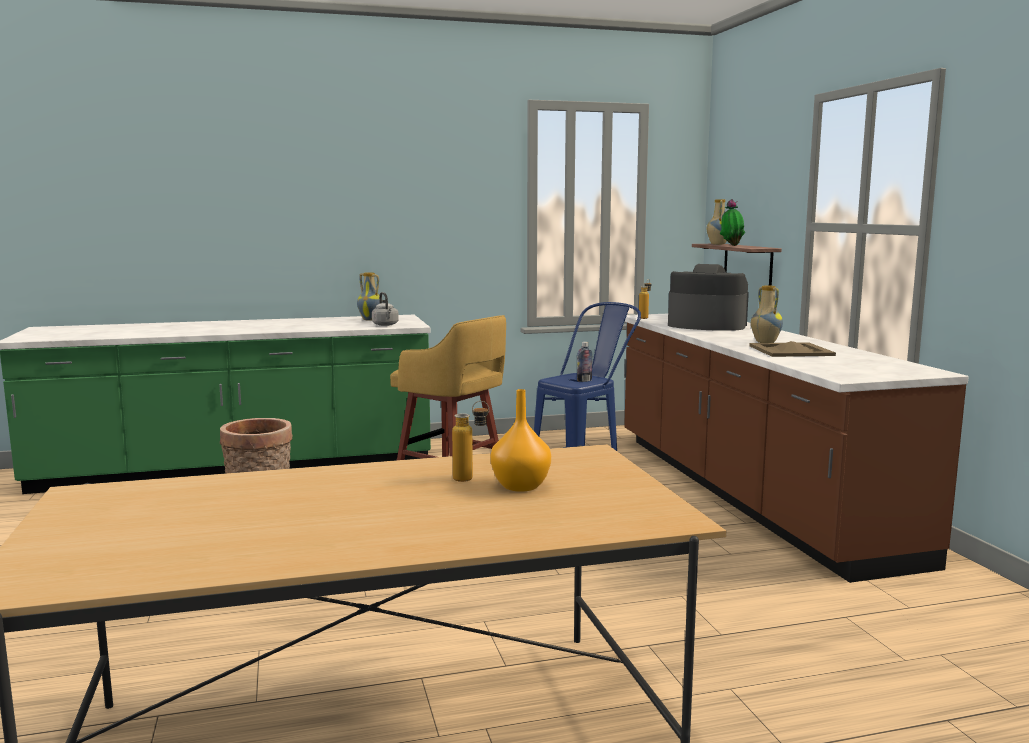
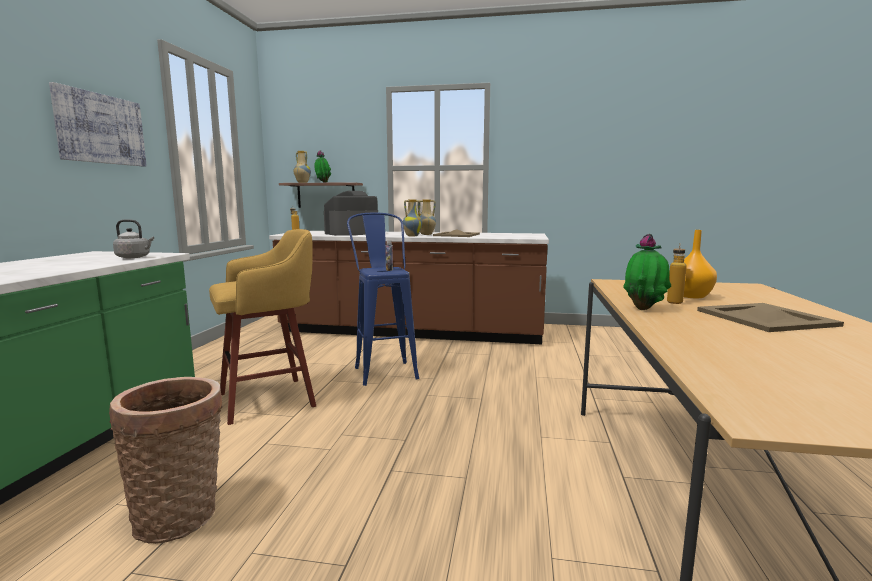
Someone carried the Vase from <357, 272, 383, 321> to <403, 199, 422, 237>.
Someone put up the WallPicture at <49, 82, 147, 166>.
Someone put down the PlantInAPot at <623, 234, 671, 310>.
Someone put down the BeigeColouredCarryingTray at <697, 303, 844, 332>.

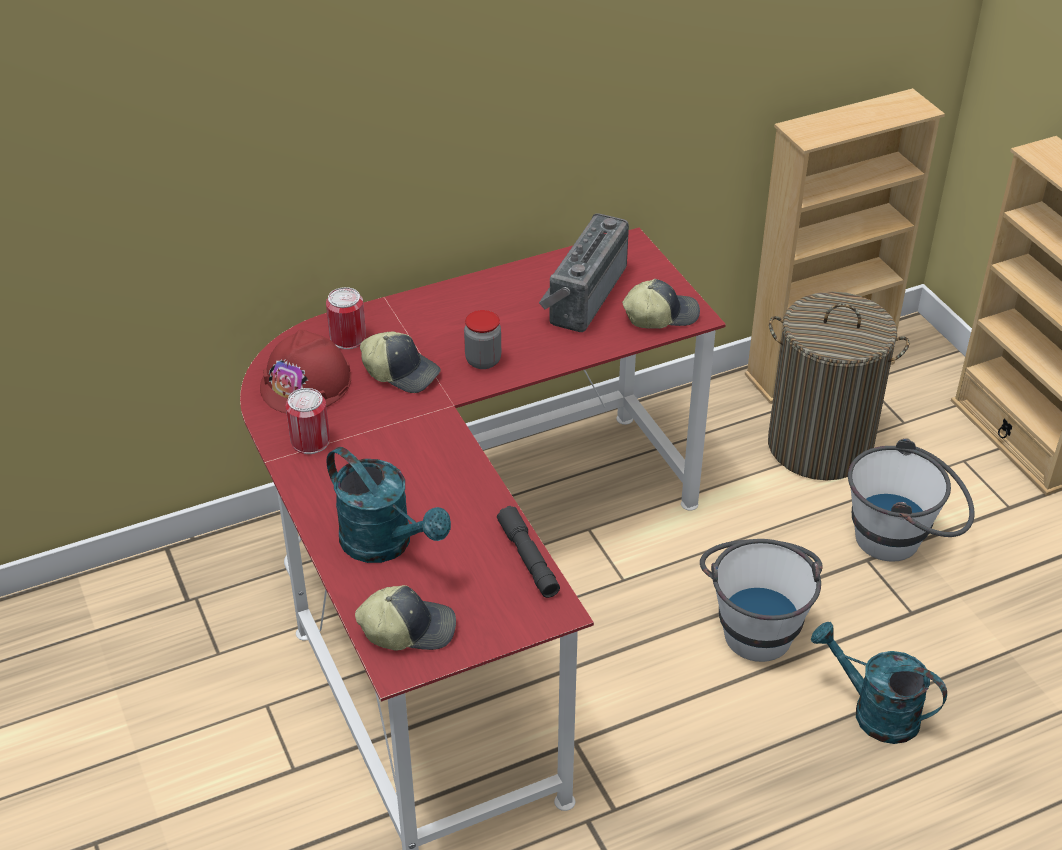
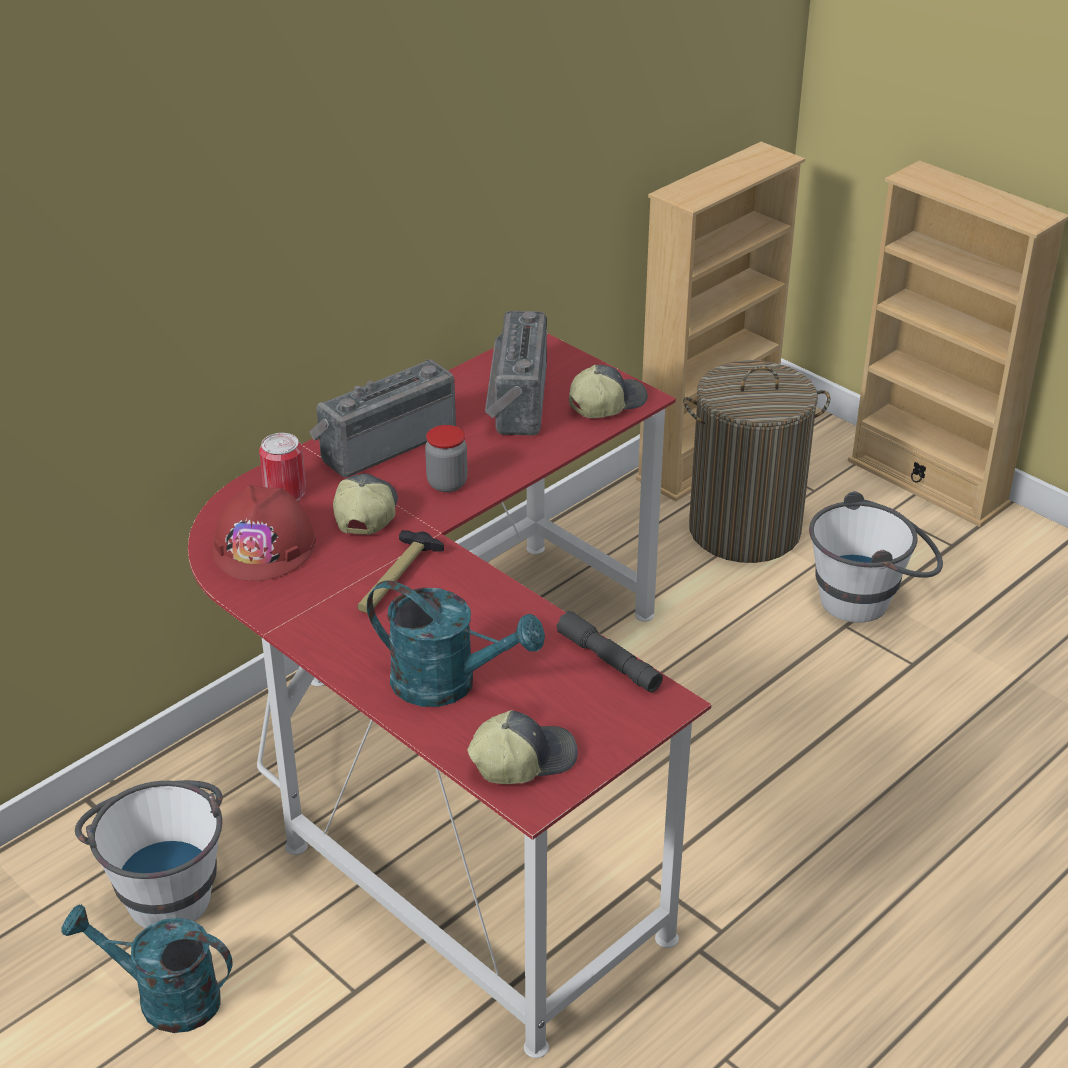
Someone rotated the PeakedCap at <360, 331, 441, 393> by 90 degrees counterclockwise.
Someone took away the SealedCan at <286, 388, 330, 454>.
Someone carried the WhiteColouredBucket from <700, 539, 823, 662> to <75, 780, 222, 928>.
Someone carried the BlueGreenWateringCan from <811, 622, 947, 744> to <61, 904, 232, 1033>.
Someone put down the Radio at <309, 359, 456, 477>.
Someone put down the HandHammer at <357, 530, 444, 613>.

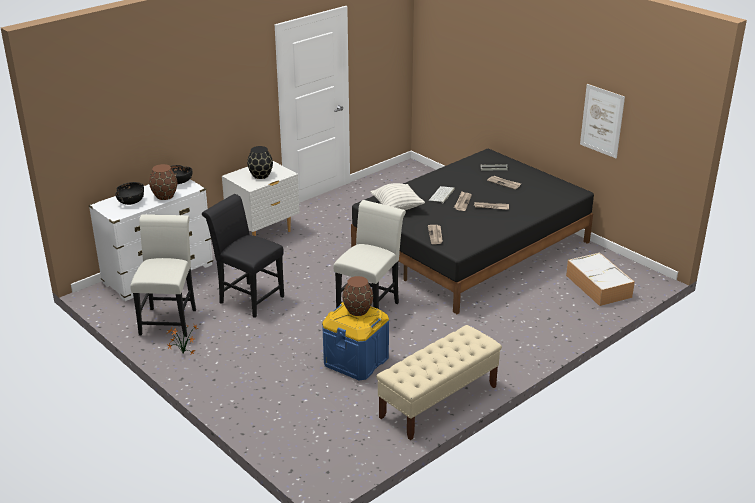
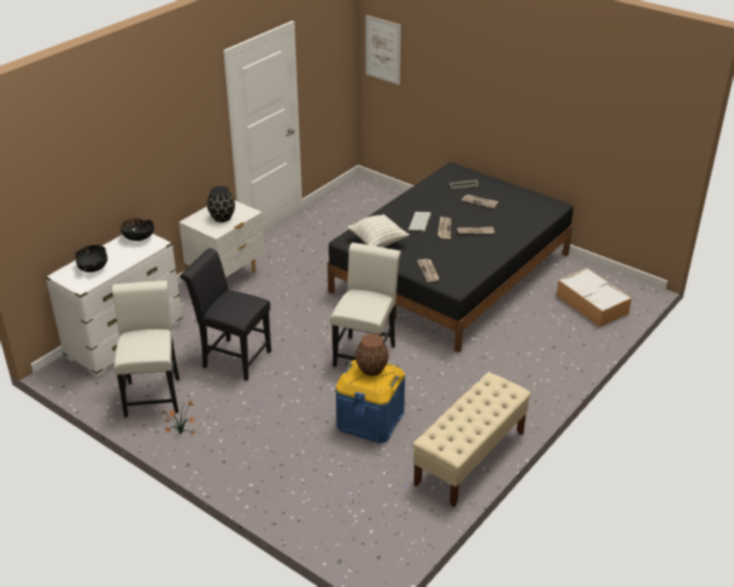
Someone carried the WallPicture from <580, 84, 625, 158> to <366, 15, 401, 85>.
Someone took away the BrownColouredVase at <149, 164, 177, 200>.

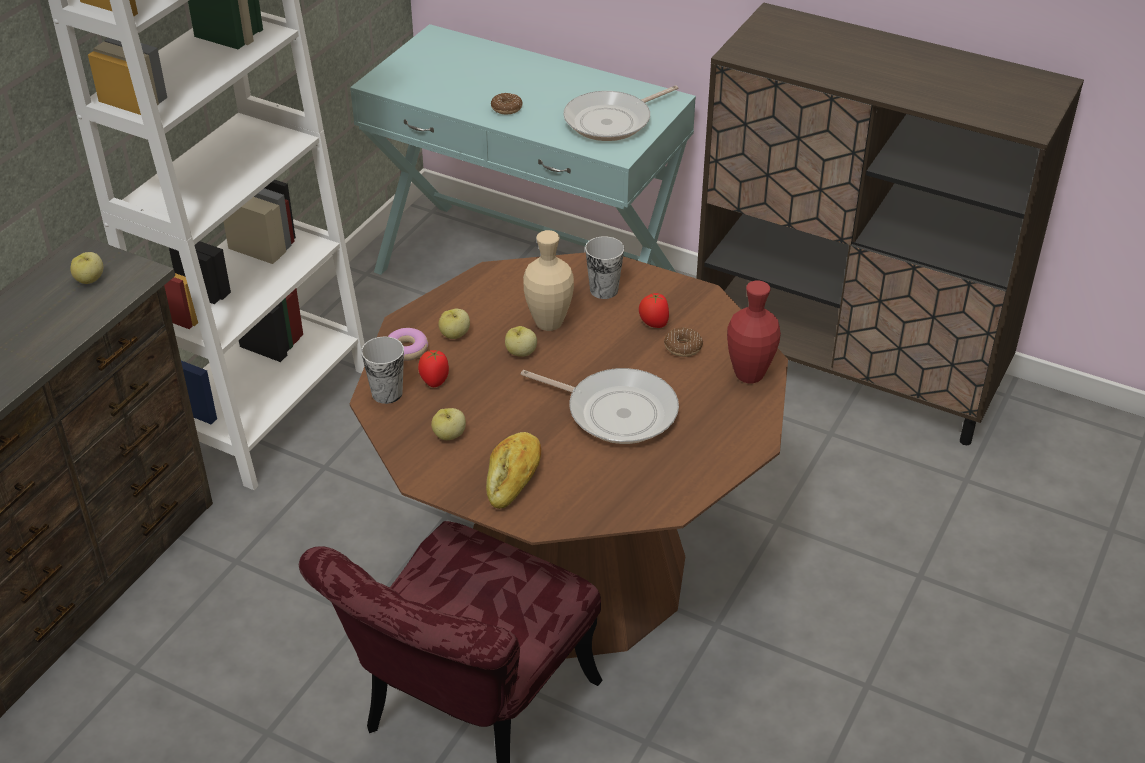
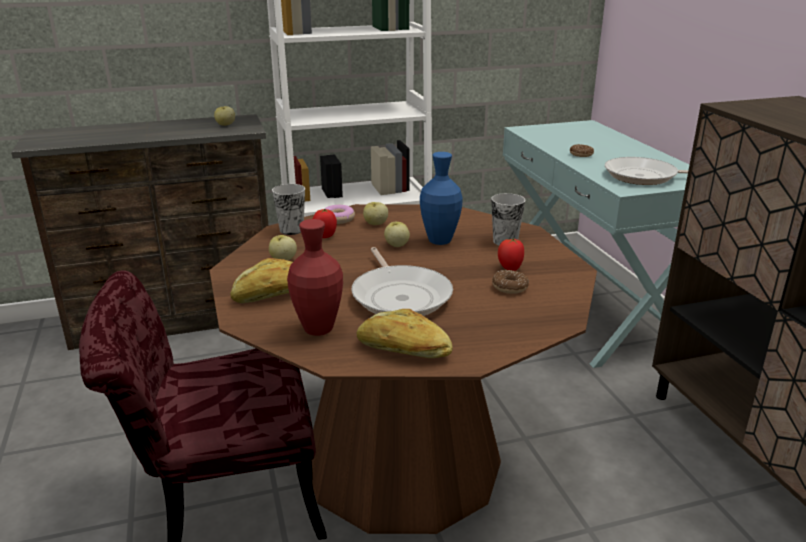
Someone repainted the BeigeColouredVase at <523, 230, 574, 331>, which became the BlueColouredVase at <420, 152, 463, 245>.
Someone carried the RedColouredVase from <727, 281, 781, 383> to <287, 219, 343, 336>.
Someone put down the BakeryBread at <356, 309, 453, 358>.

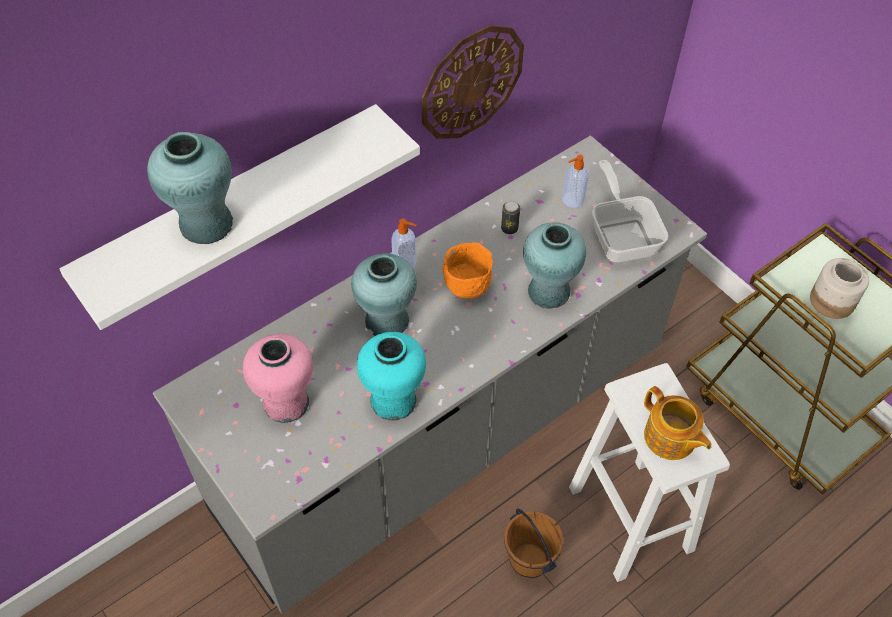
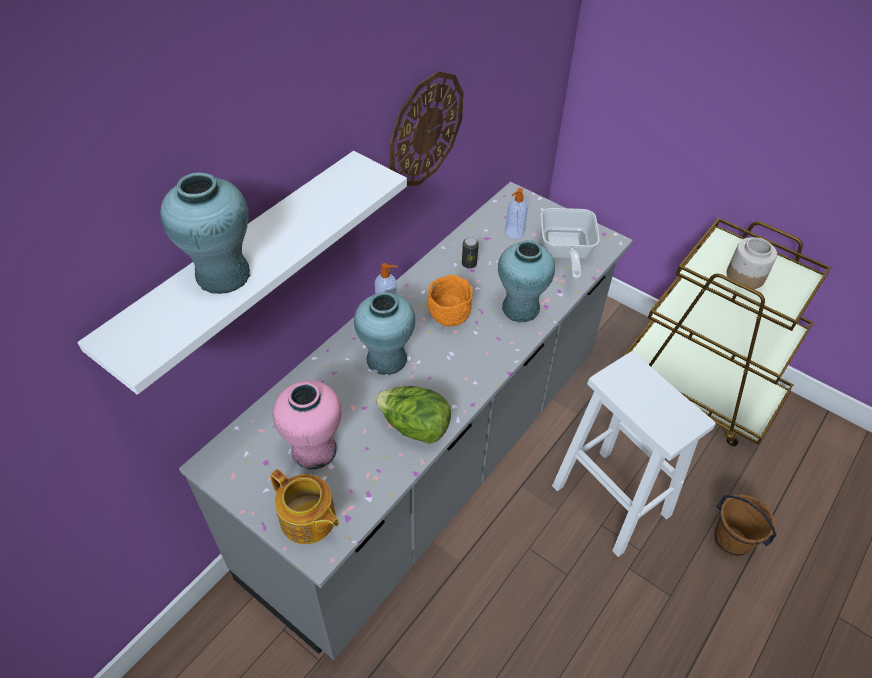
Someone rotated the Pan at <592, 160, 668, 262> by 150 degrees counterclockwise.
Someone swapped the BlueGreenVase at <357, 332, 426, 421> for the LettuceHead at <375, 386, 451, 444>.
Someone carried the PotForTea from <644, 386, 712, 460> to <270, 469, 339, 544>.
Someone carried the BrownColouredBucket from <504, 508, 563, 579> to <715, 494, 777, 557>.

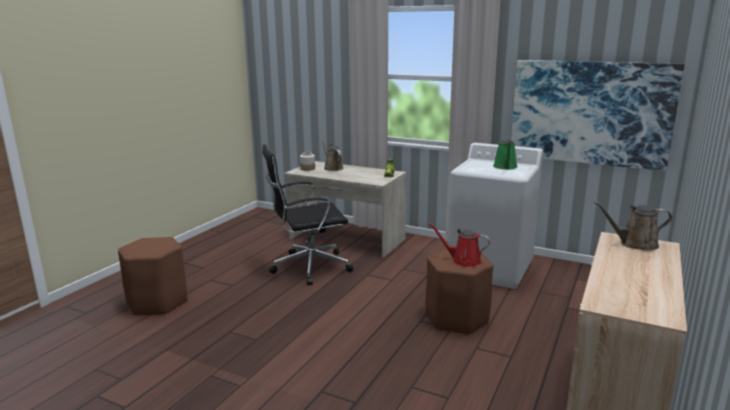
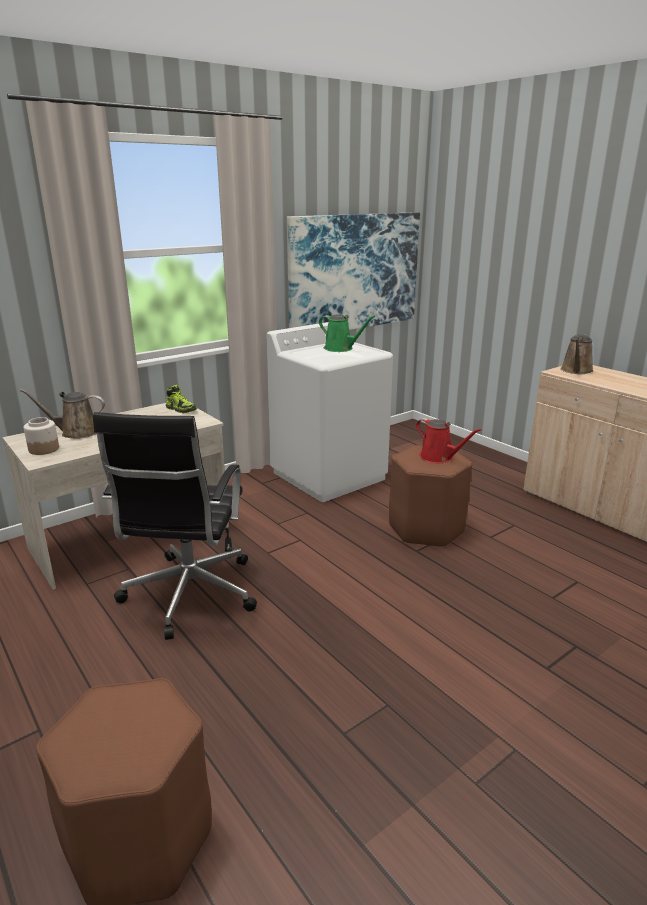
Someone rotated the RedColouredWateringCan at <429, 223, 490, 267> by 90 degrees counterclockwise.

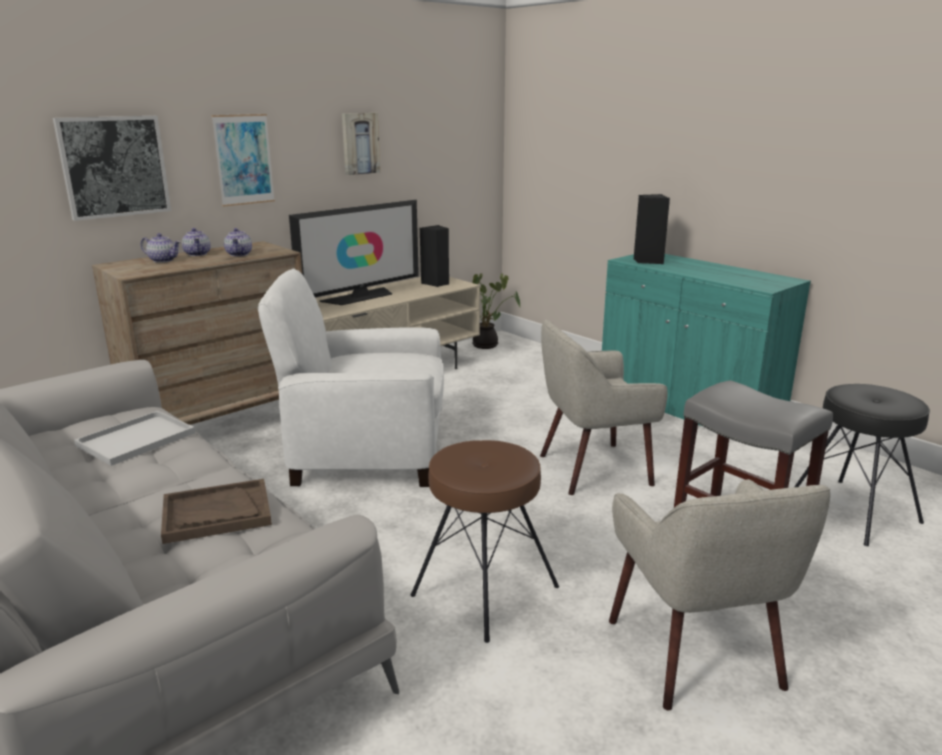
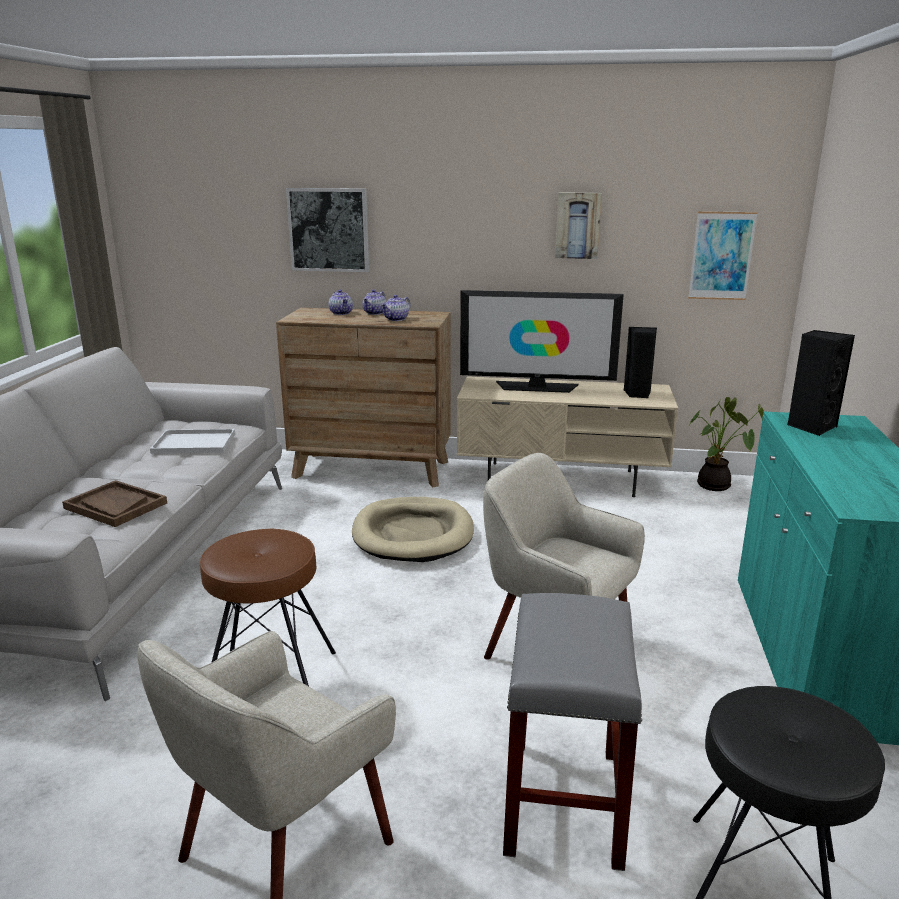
Someone carried the WallPicture from <212, 114, 275, 207> to <688, 211, 758, 300>.
Someone swapped the WhiteColouredEasyChair at <258, 269, 444, 487> for the BeigeColouredPetBed at <352, 497, 474, 562>.

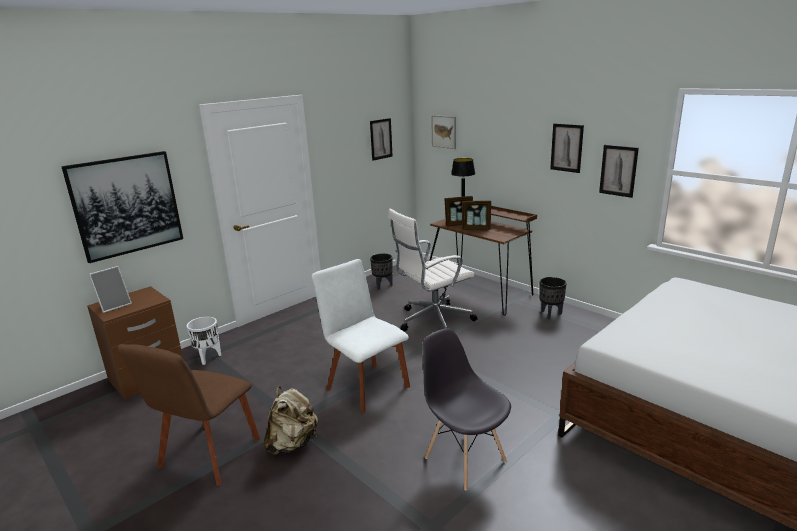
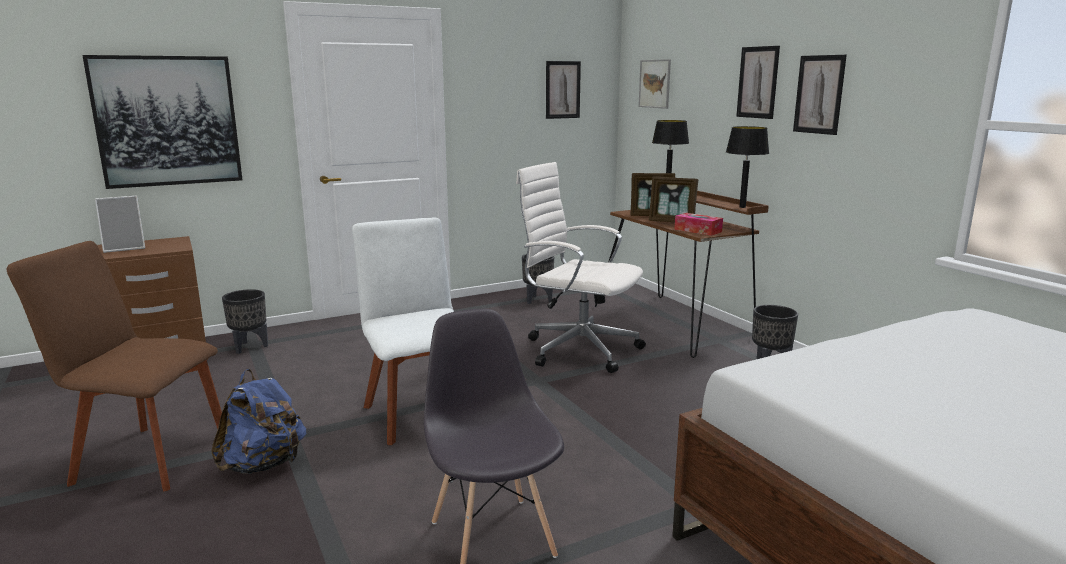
Someone carried the WallPicture from <599, 145, 639, 198> to <736, 46, 780, 119>.
Someone rotated the WhiteColouredComputerChair at <388, 209, 478, 331> by 45 degrees clockwise.
Someone repainted the WhiteColouredPlantPot at <186, 316, 221, 365>, which became the BlackishPlantPot at <222, 289, 268, 354>.
Someone rotated the BrownColouredChair at <117, 344, 260, 486> by 60 degrees clockwise.
Someone repainted the BeigeColouredRucksack at <264, 386, 318, 455>, which became the BlueColouredRucksack at <211, 369, 306, 474>.
Someone put down the BlackishTabletopLamp at <726, 126, 769, 208>.
Someone put down the BoxOfTissues at <674, 213, 723, 236>.

